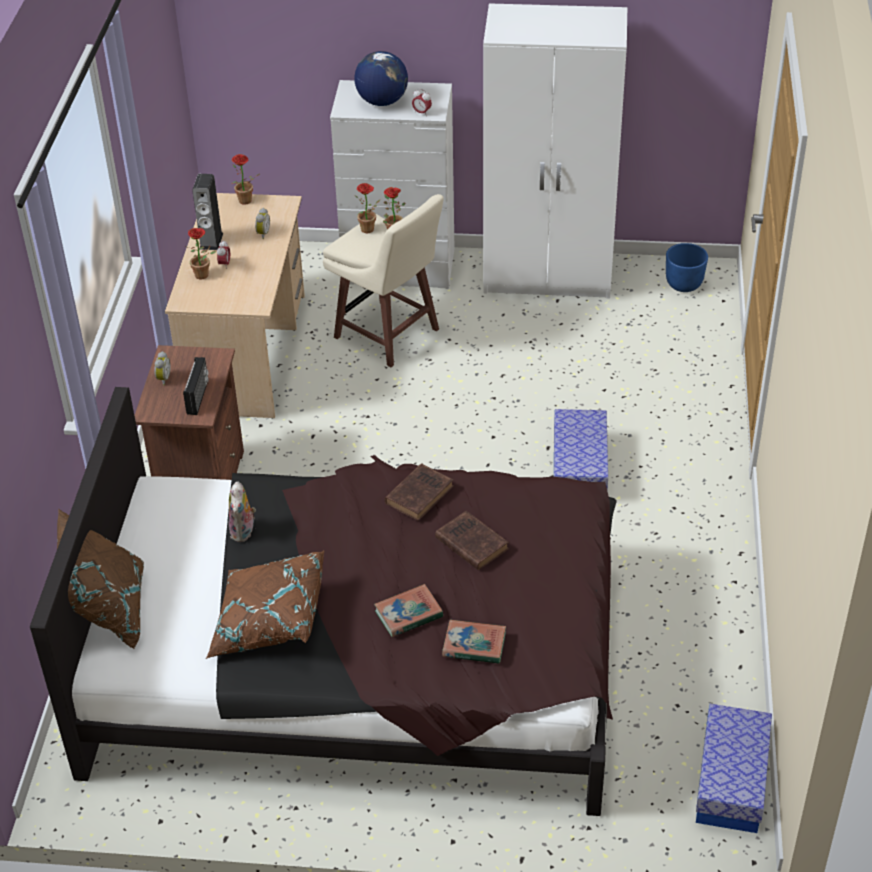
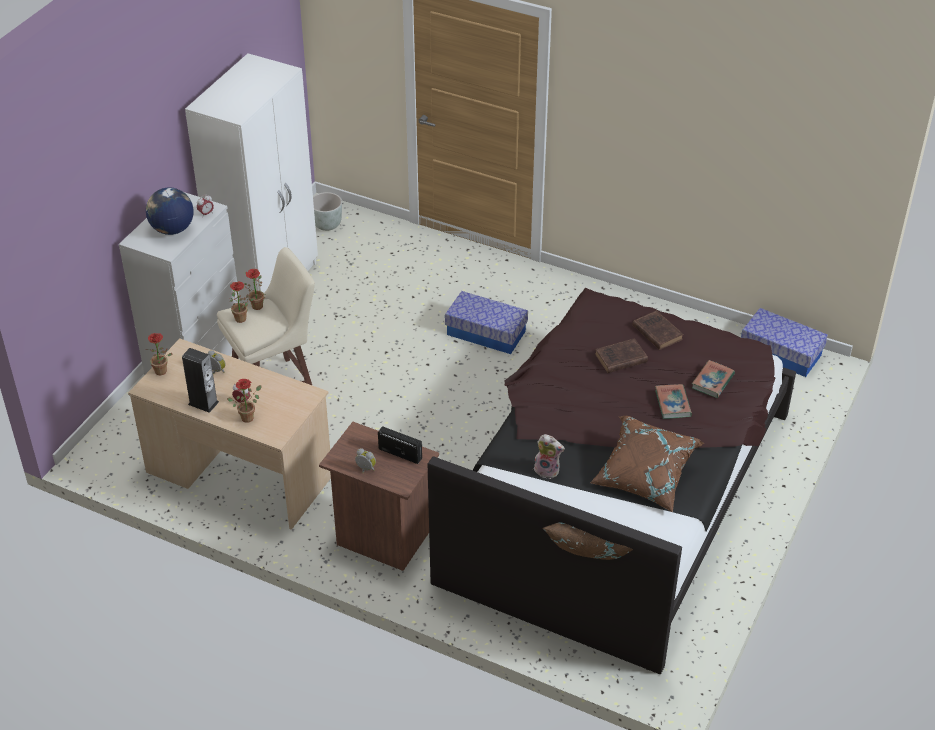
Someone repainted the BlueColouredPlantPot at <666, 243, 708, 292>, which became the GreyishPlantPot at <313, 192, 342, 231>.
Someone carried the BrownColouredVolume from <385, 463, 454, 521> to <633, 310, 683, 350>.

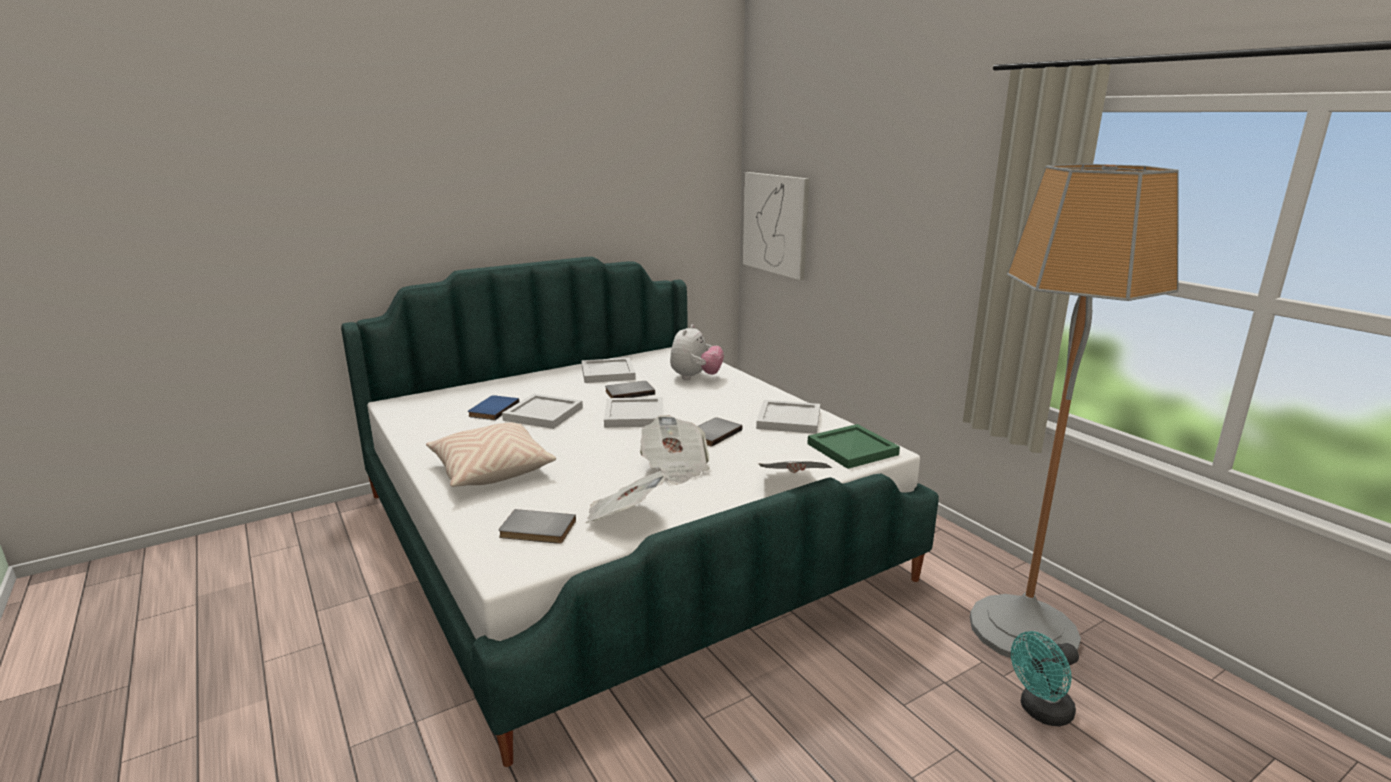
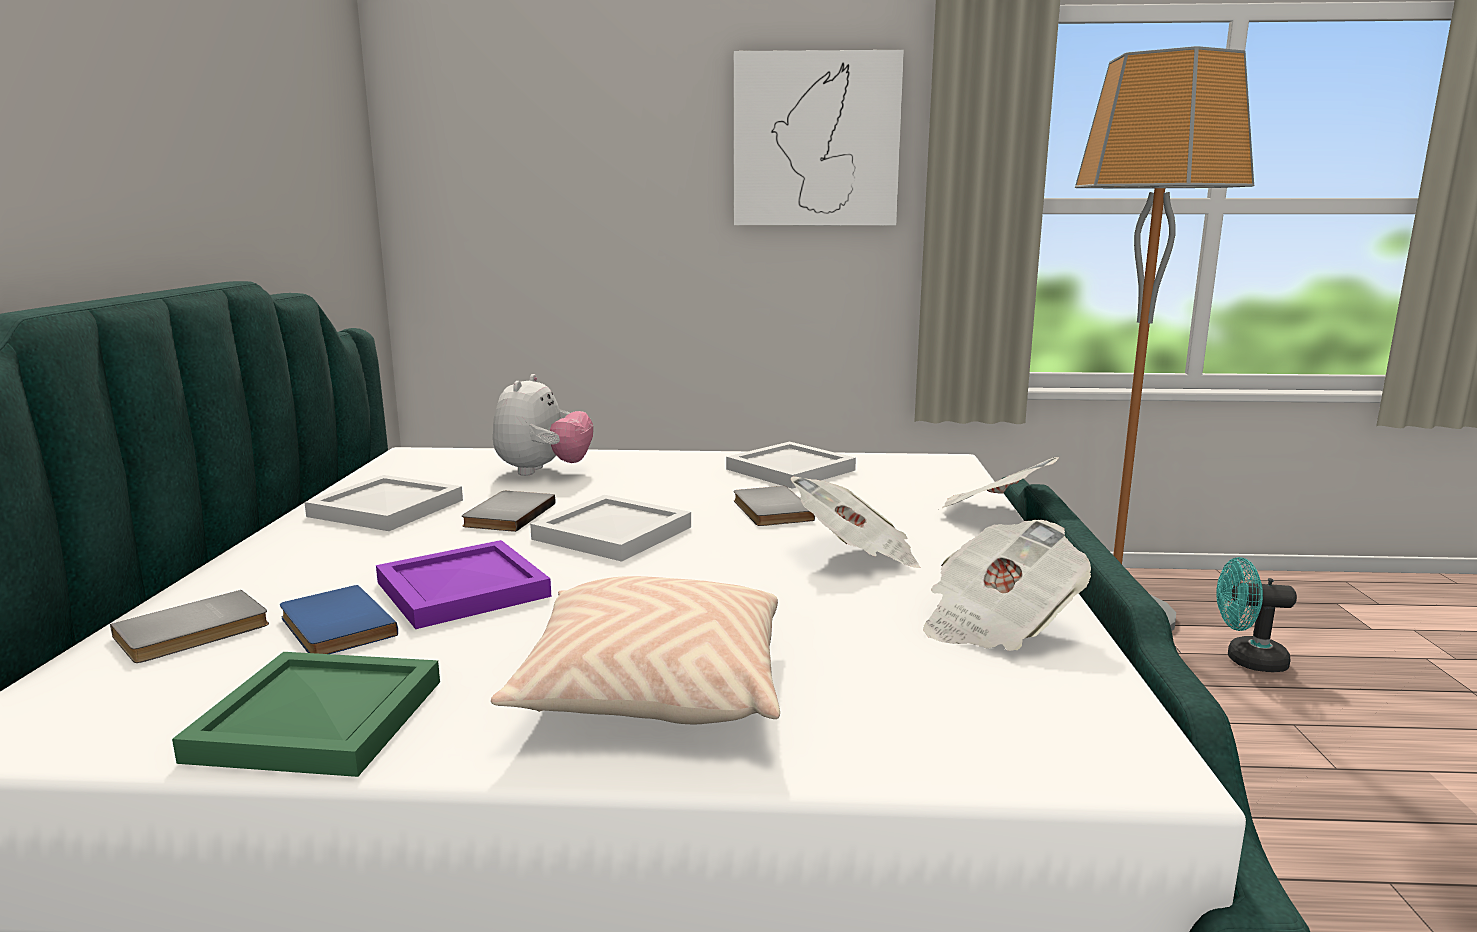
Someone carried the WallPicture from <743, 172, 810, 280> to <734, 50, 904, 225>.
Someone rotated the PlushToy at <670, 324, 724, 380> by 45 degrees clockwise.
Someone repainted the WhiteColouredCarryingTray at <502, 394, 583, 429>, which became the PurpleColouredCarryingTray at <376, 540, 551, 629>.
Someone carried the GreenCarryingTray from <807, 424, 900, 469> to <172, 652, 440, 777>.
Someone carried the GreyishVolume from <499, 509, 576, 544> to <110, 590, 269, 663>.
Someone rotated the BlueGreenElectricFan at <1011, 631, 1079, 726> by 90 degrees clockwise.

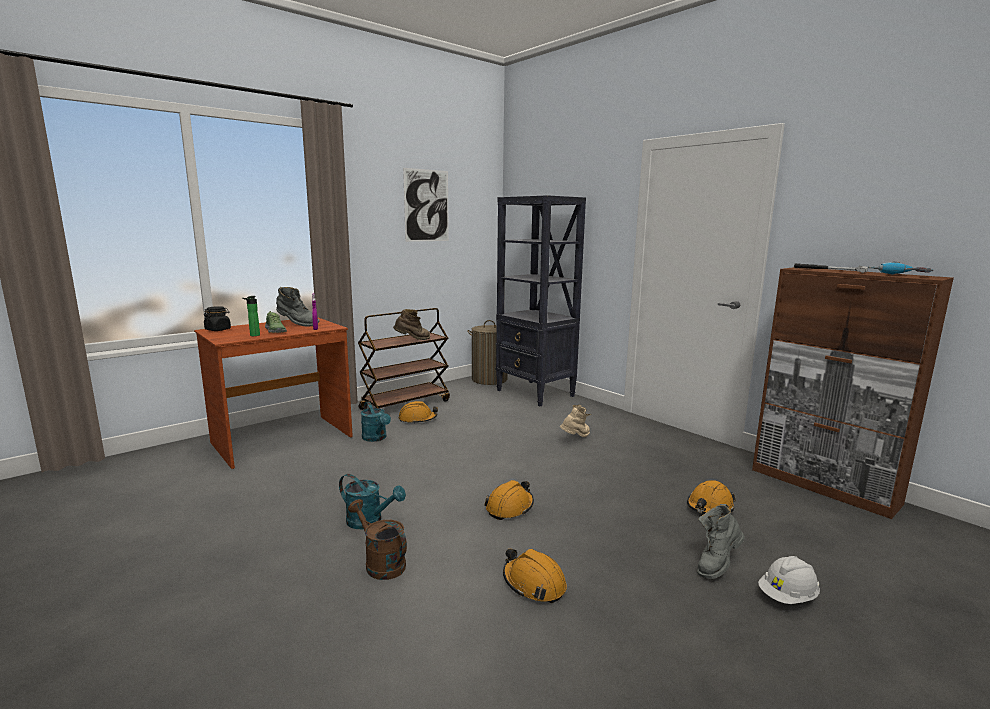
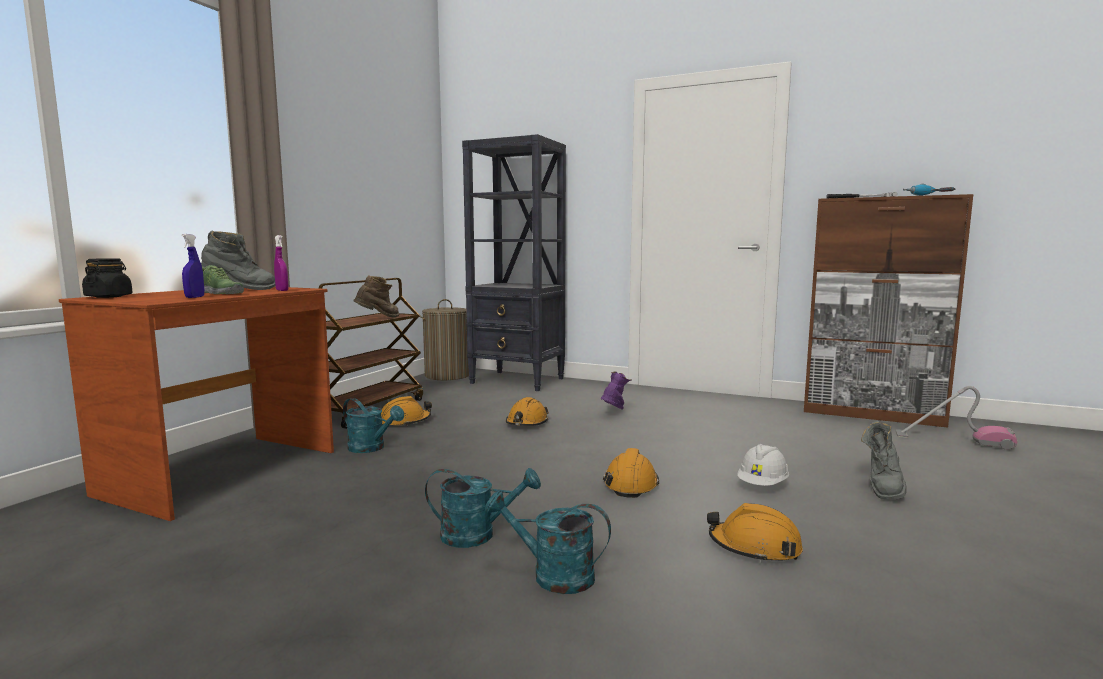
Someone took away the WallPicture at <403, 168, 449, 242>.
Someone swapped the Bottle at <243, 296, 260, 336> for the BlueColouredSprayBottle at <182, 234, 204, 298>.
Someone repainted the BeigeColouredBoot at <560, 405, 591, 437>, which became the PurpleColouredBoot at <600, 371, 632, 410>.
Someone carried the OrangeSafetyHelmet from <687, 480, 736, 514> to <506, 397, 549, 426>.
Someone repainted the BrownColouredWateringCan at <348, 499, 407, 580>, which became the BlueGreenWateringCan at <485, 491, 611, 594>.
Someone carried the WhiteColouredSafetyHelmet from <758, 556, 820, 604> to <737, 444, 789, 486>.
Someone put down the VacuumCleaner at <896, 386, 1018, 450>.

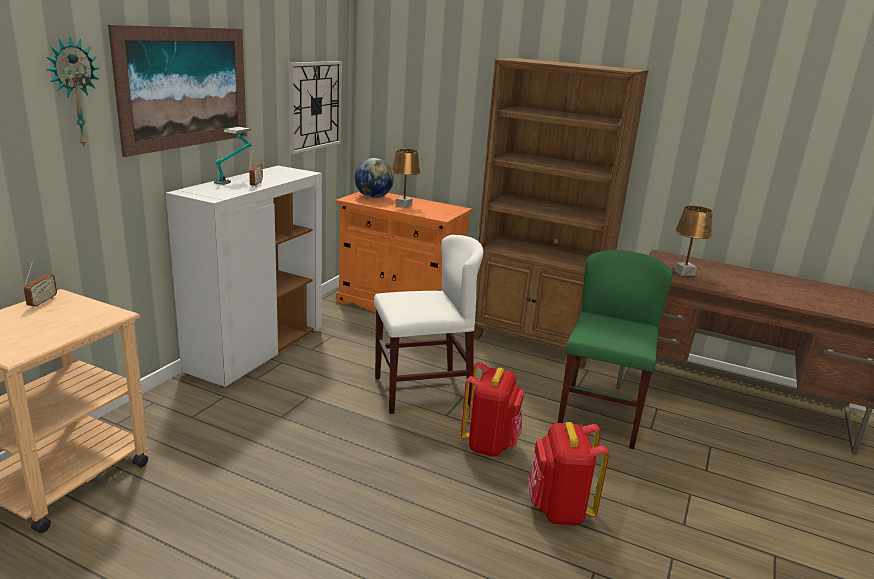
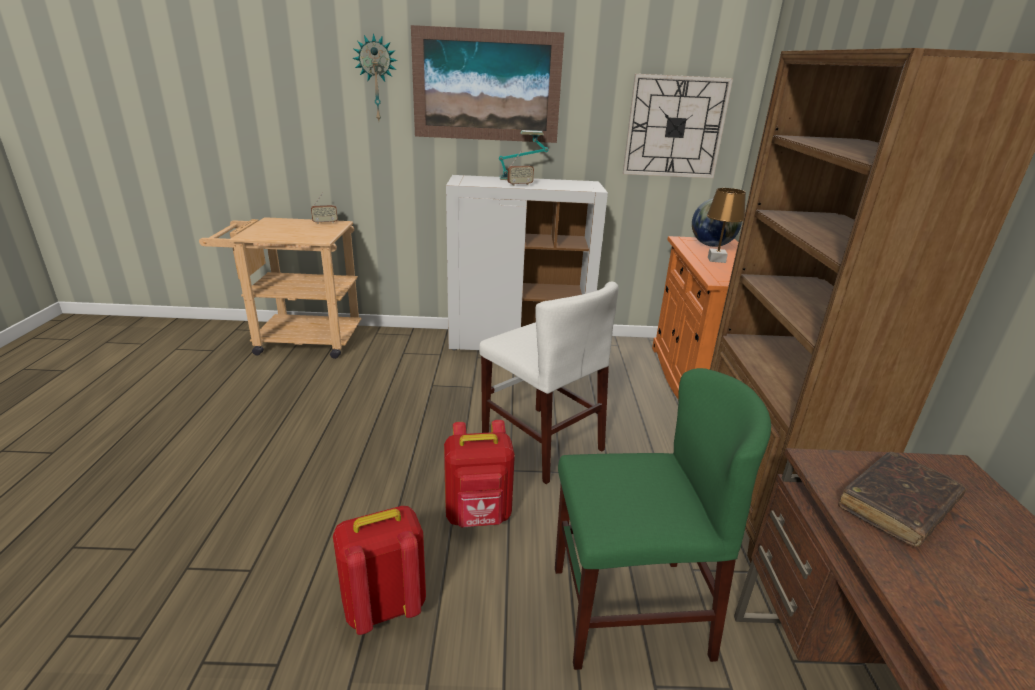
Someone swapped the BrownColouredTabletopLamp at <674, 206, 713, 276> for the BrownColouredVolume at <838, 452, 966, 547>.

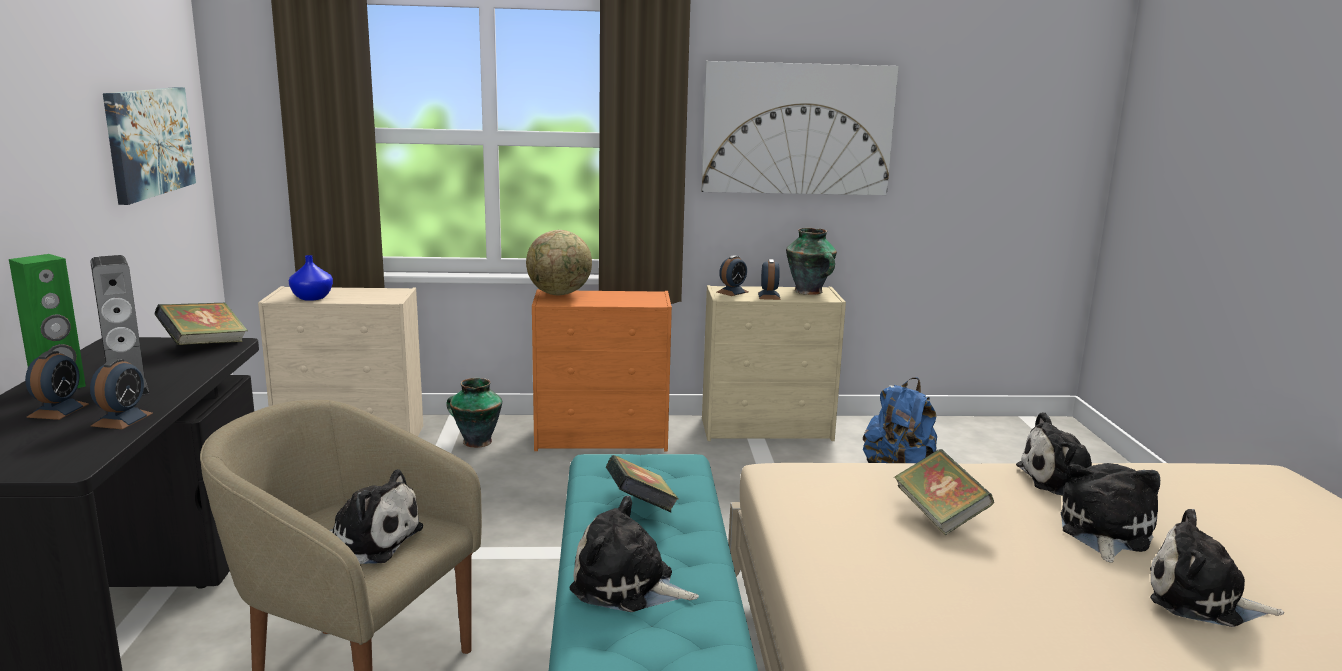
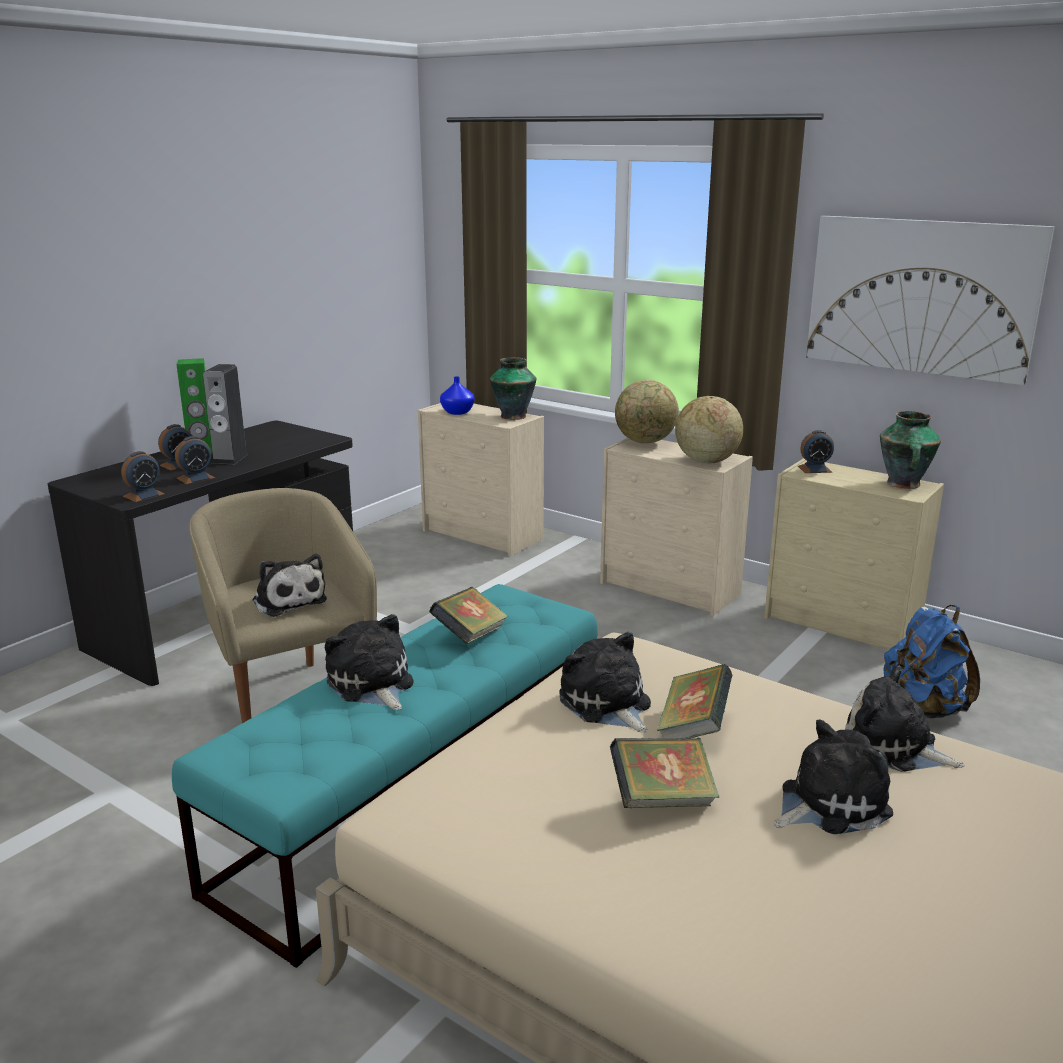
Someone took away the WallPicture at <103, 87, 196, 205>.
Someone carried the BedsideClock from <758, 259, 781, 300> to <121, 451, 164, 502>.
Someone repainted the OrangeChestOfDrawers at <532, 289, 672, 451>, which became the BeigeColouredChestOfDrawers at <600, 438, 753, 616>.
Someone carried the Volume from <154, 302, 248, 345> to <610, 738, 719, 808>.
Someone carried the Vase from <447, 378, 502, 448> to <490, 357, 536, 420>.
Someone carried the PlushToy from <1150, 509, 1284, 627> to <559, 632, 651, 733>.
Someone put down the Globe at <675, 396, 743, 463>.

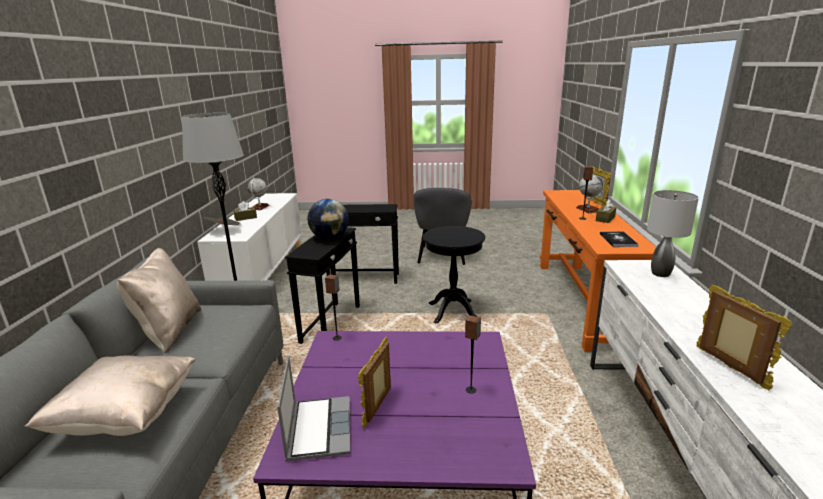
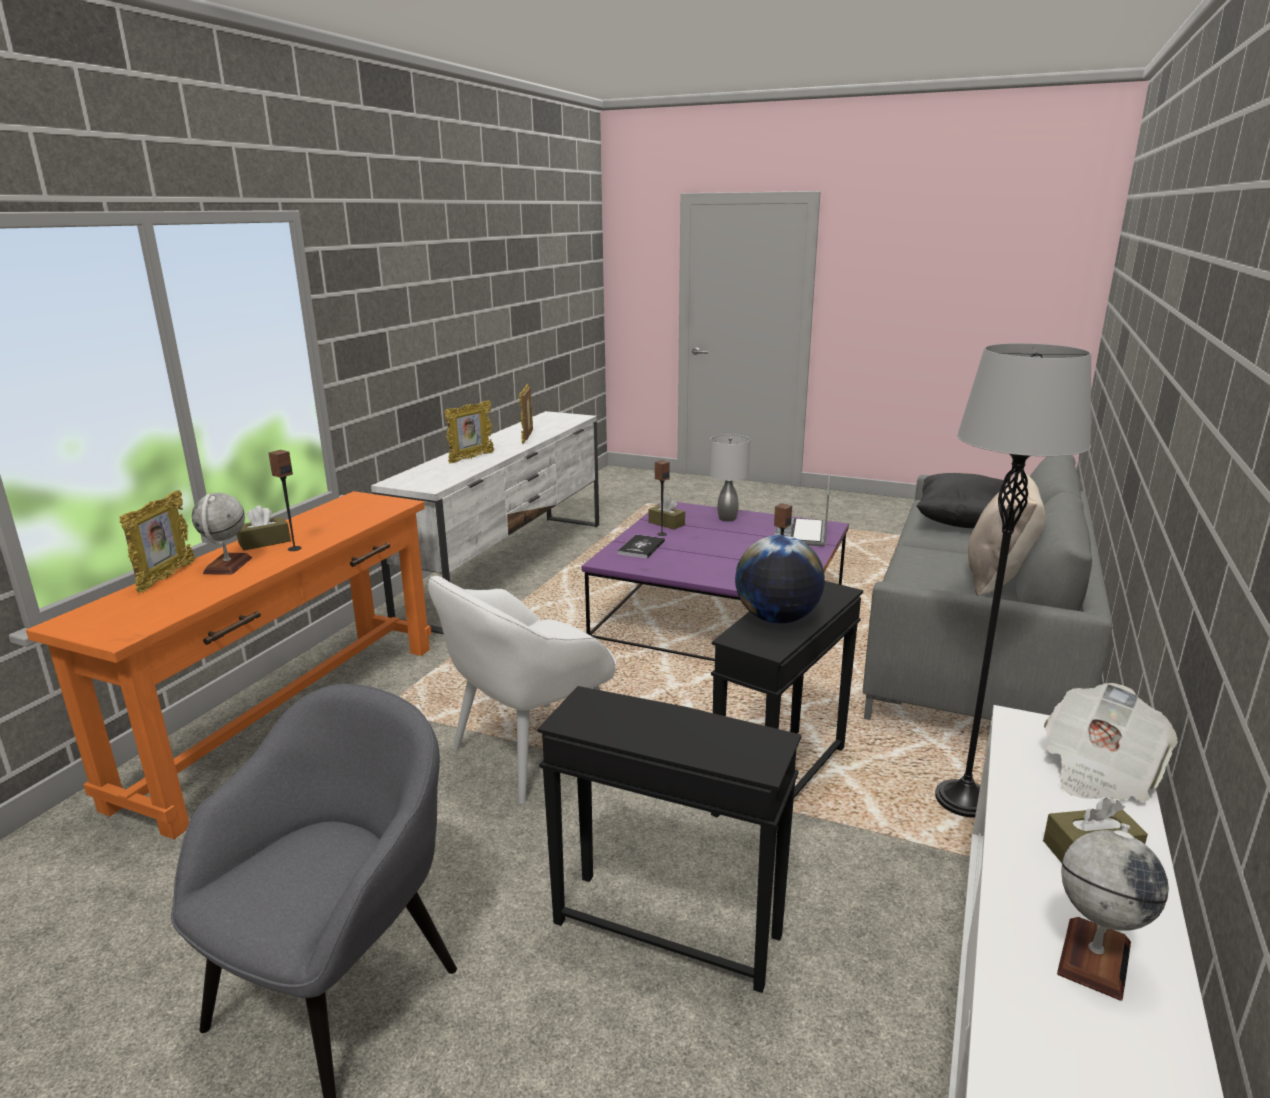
Someone carried the GreyishTabletopLamp from <647, 190, 699, 277> to <709, 434, 750, 522>.
Someone swapped the BlackishEndTable at <423, 226, 485, 324> for the WhiteColouredEasyChair at <428, 576, 616, 804>.
Someone carried the Volume from <600, 231, 638, 247> to <618, 534, 665, 558>.
Someone carried the StandingFrame from <358, 337, 391, 428> to <444, 400, 494, 463>.
Someone repainted the BeigeColouredThrowPillow at <25, 356, 196, 436>, which became the BlackishThrowPillow at <916, 473, 1007, 528>.
Someone put down the BrownColouredBoxOfTissues at <649, 496, 685, 530>.

